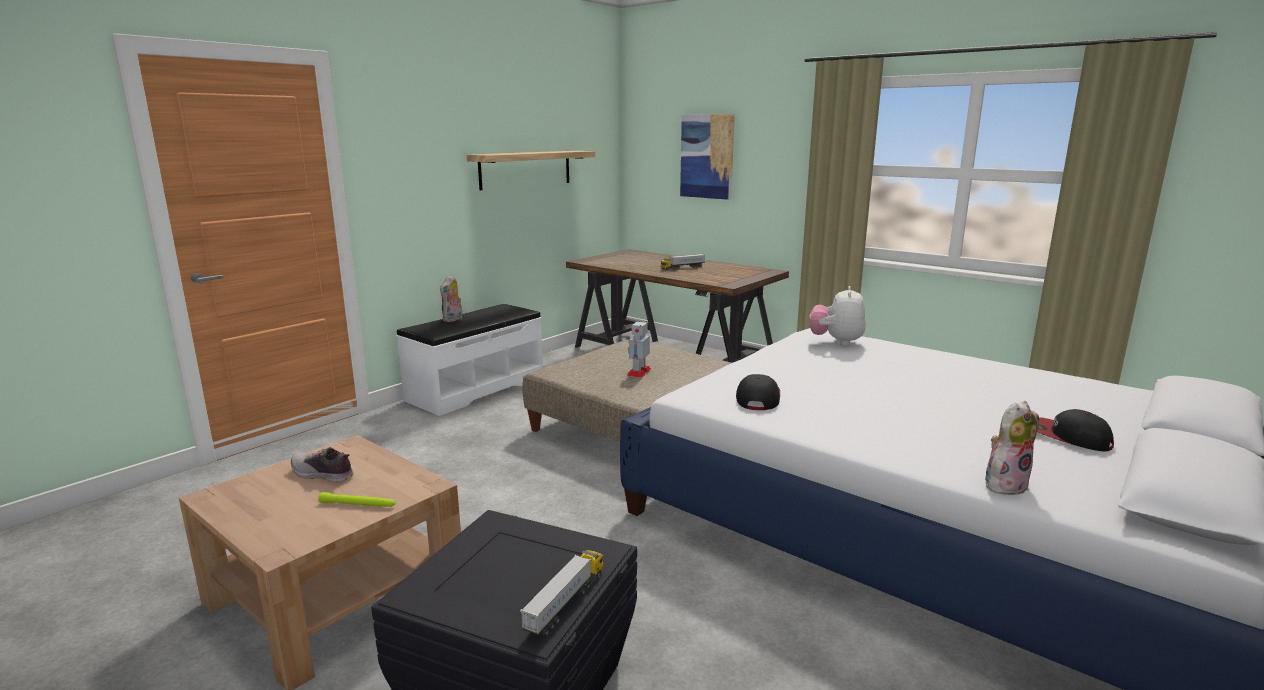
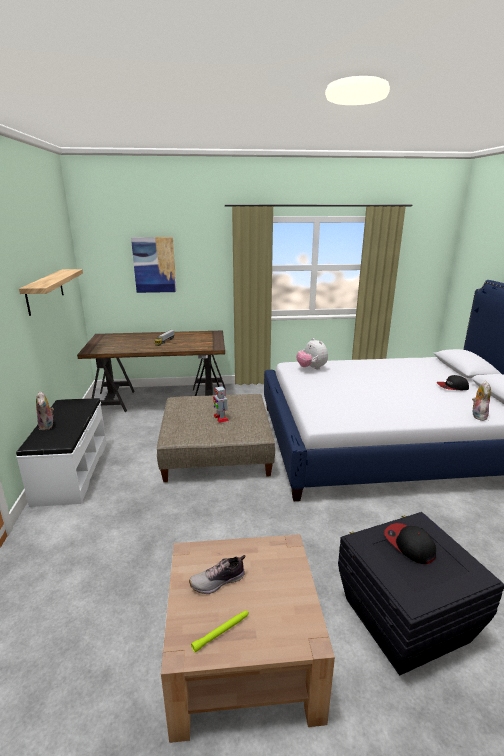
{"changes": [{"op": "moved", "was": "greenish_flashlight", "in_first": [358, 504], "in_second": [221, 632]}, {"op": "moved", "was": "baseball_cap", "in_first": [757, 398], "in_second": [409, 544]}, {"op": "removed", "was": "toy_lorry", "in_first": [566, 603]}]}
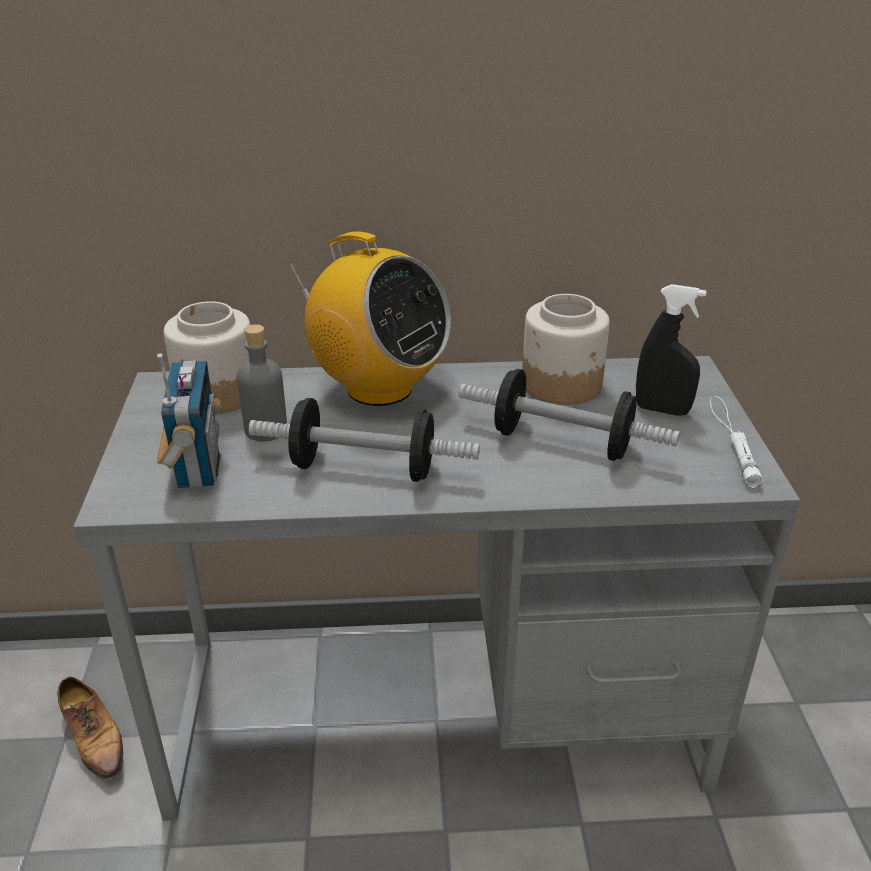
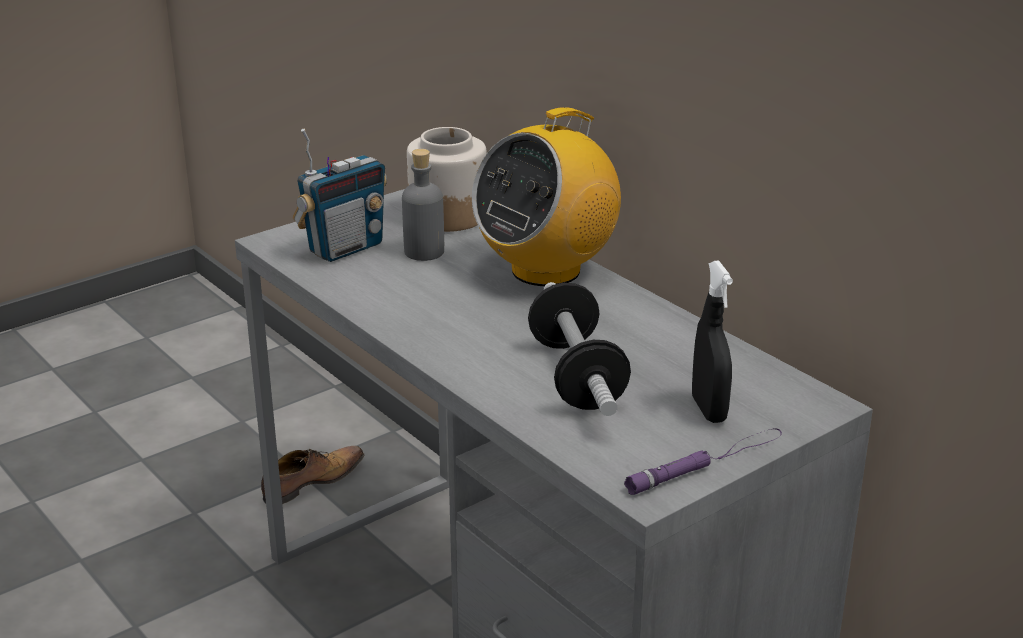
{"changes": [{"op": "turned", "was": "item_of_footwear", "in_first": [94, 737], "in_second": [311, 483], "clockwise": -150}, {"op": "turned", "was": "radio", "in_first": [378, 388], "in_second": [546, 270], "clockwise": 45}, {"op": "recoloured", "was": "white-coloured_flashlight", "now": "purple_flashlight", "in_first": [732, 439], "in_second": [707, 462]}, {"op": "removed", "was": "hand_weight", "in_first": [364, 468]}, {"op": "removed", "was": "jar", "in_first": [562, 384]}]}
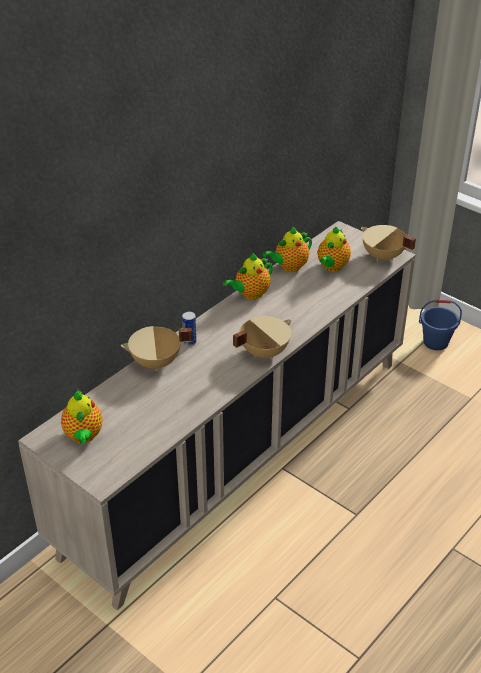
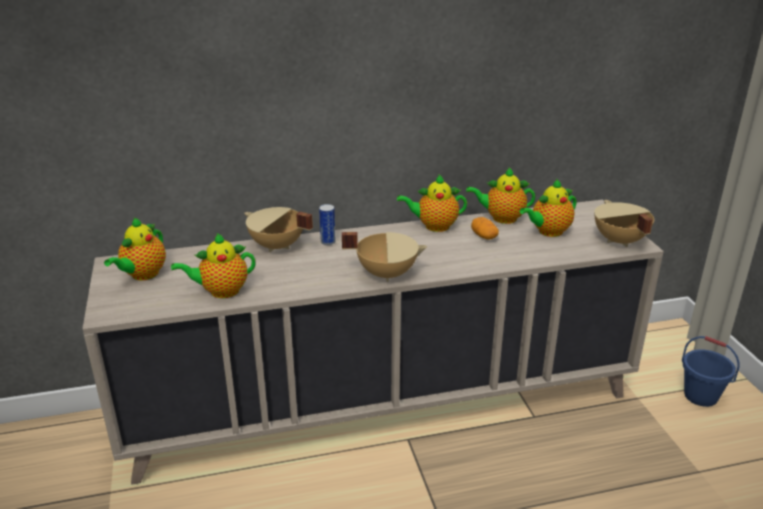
{"changes": [{"op": "added", "now": "teapot", "in_second": [221, 291]}, {"op": "added", "now": "spud", "in_second": [484, 236]}]}
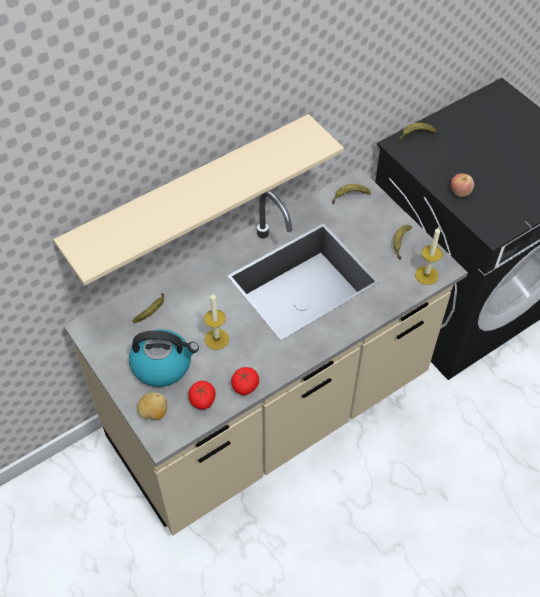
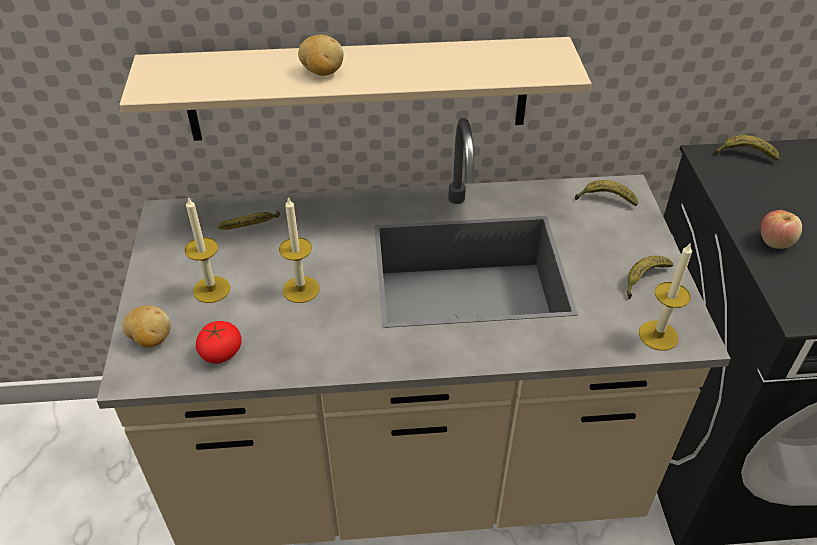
{"changes": [{"op": "replaced", "was": "tea_kettle", "now": "wax_light", "in_first": [163, 364], "in_second": [211, 289]}, {"op": "added", "now": "spud", "in_second": [322, 72]}, {"op": "removed", "was": "fresh_tomato", "in_first": [245, 386]}]}
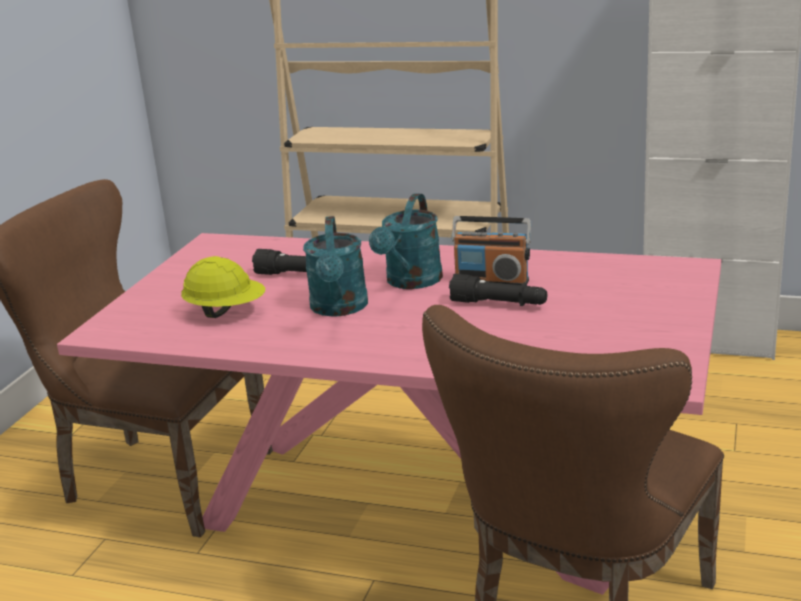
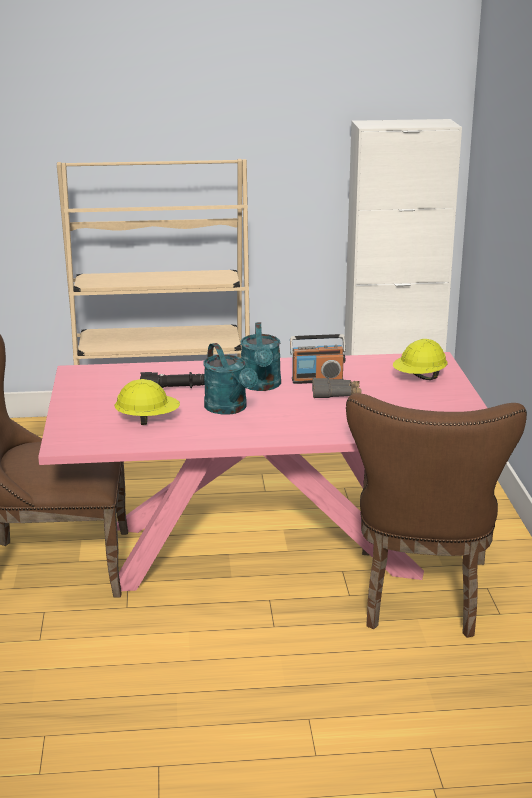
{"changes": [{"op": "replaced", "was": "black-coloured_flashlight", "now": "gray_field_glasses", "in_first": [499, 304], "in_second": [336, 394]}, {"op": "added", "now": "yellow_work_helmet", "in_second": [419, 378]}]}
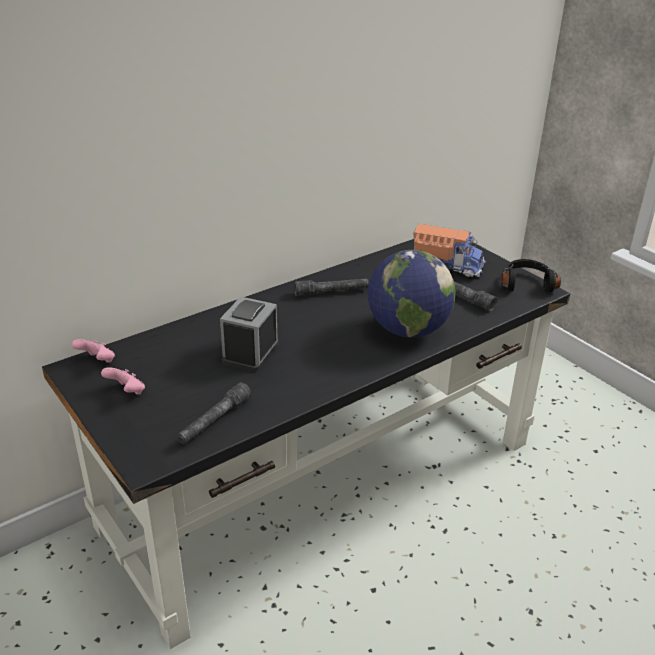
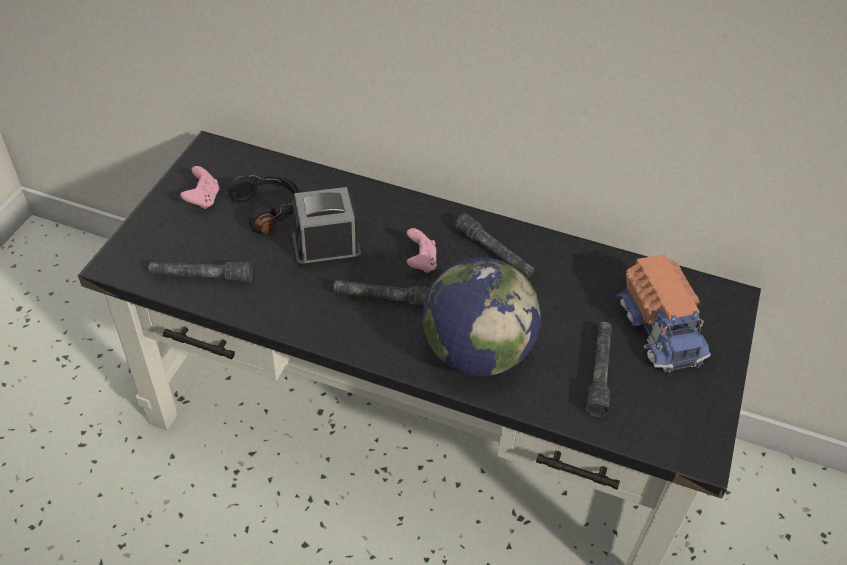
{"changes": [{"op": "moved", "was": "black-coloured_headphones", "in_first": [526, 283], "in_second": [269, 209]}, {"op": "added", "now": "gray_flashlight", "in_second": [384, 299]}, {"op": "moved", "was": "pink_game_controller", "in_first": [97, 361], "in_second": [421, 262]}]}
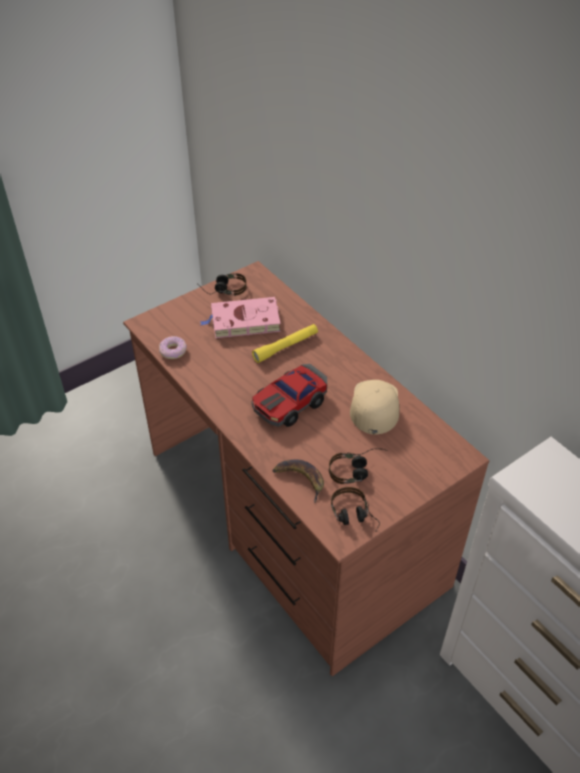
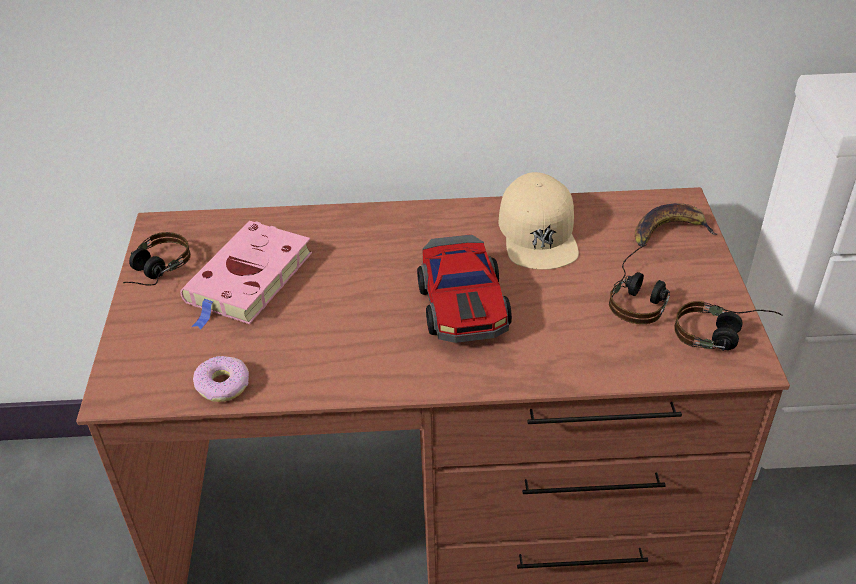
{"changes": [{"op": "turned", "was": "beige-coloured_baseball_cap", "in_first": [374, 406], "in_second": [538, 233], "clockwise": -135}, {"op": "moved", "was": "banana", "in_first": [301, 479], "in_second": [669, 231]}, {"op": "removed", "was": "yellow_flashlight", "in_first": [285, 347]}]}
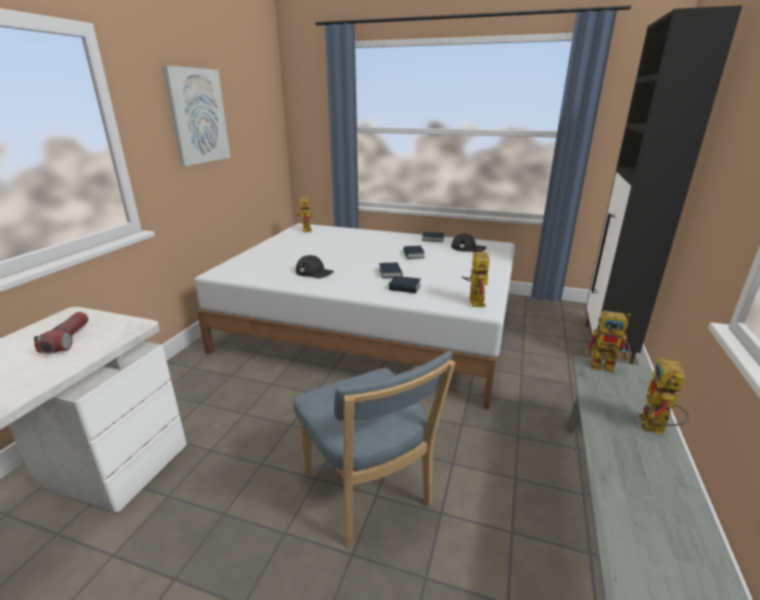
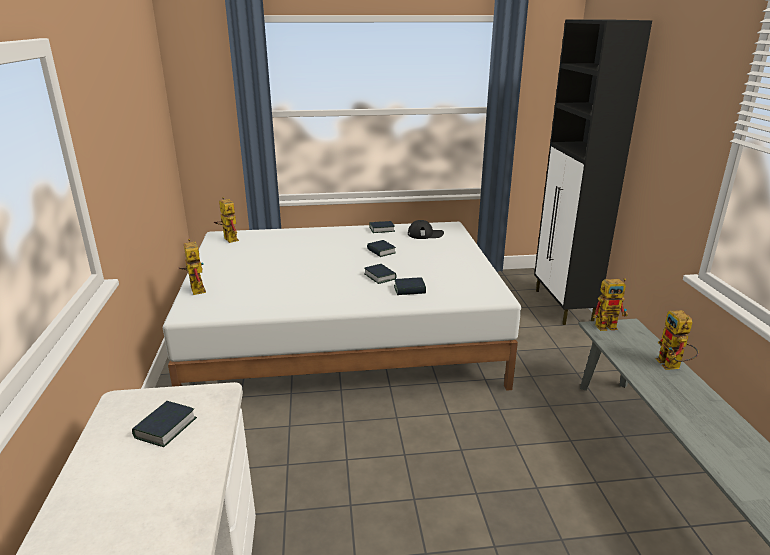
{"changes": [{"op": "replaced", "was": "flashlight", "now": "bound_book", "in_first": [67, 340], "in_second": [165, 428]}, {"op": "moved", "was": "robot_figure", "in_first": [473, 301], "in_second": [195, 288]}, {"op": "removed", "was": "picture", "in_first": [197, 116]}, {"op": "removed", "was": "bluish_plain_chair", "in_first": [369, 492]}, {"op": "removed", "was": "black-coloured_baseball_cap", "in_first": [314, 272]}]}
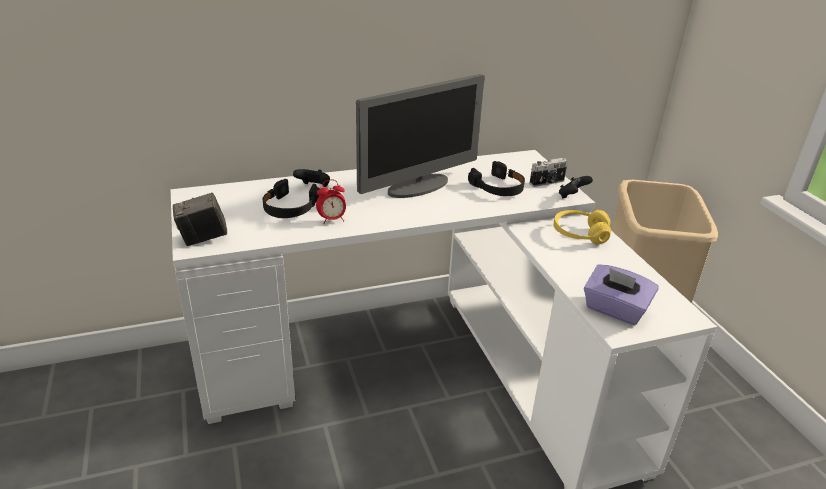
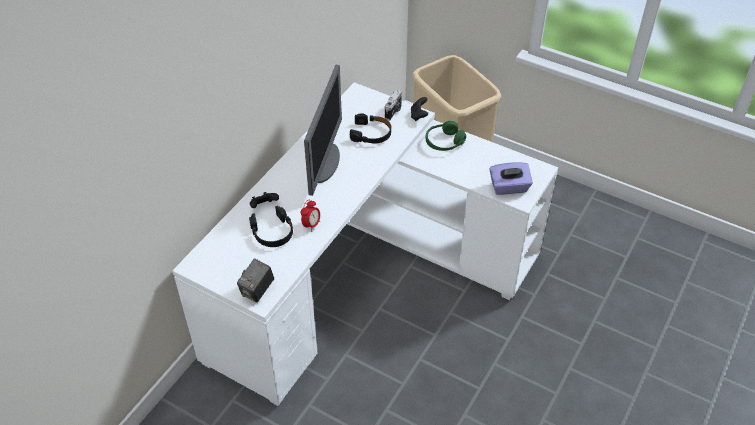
{"changes": [{"op": "recoloured", "was": "yellow_headphones", "now": "greenish_headphones", "in_first": [580, 234], "in_second": [444, 142]}]}
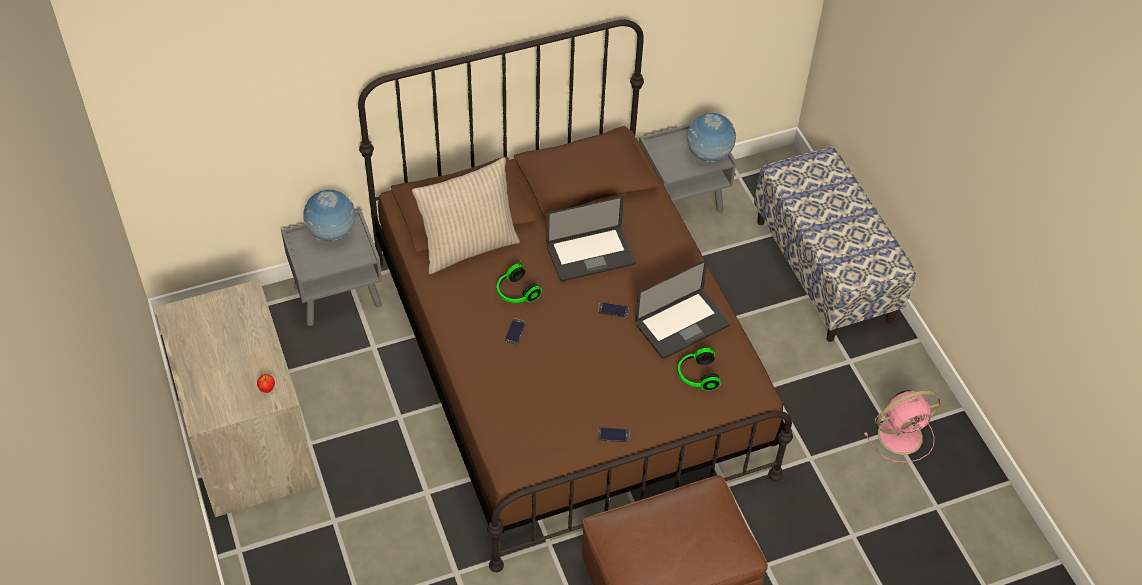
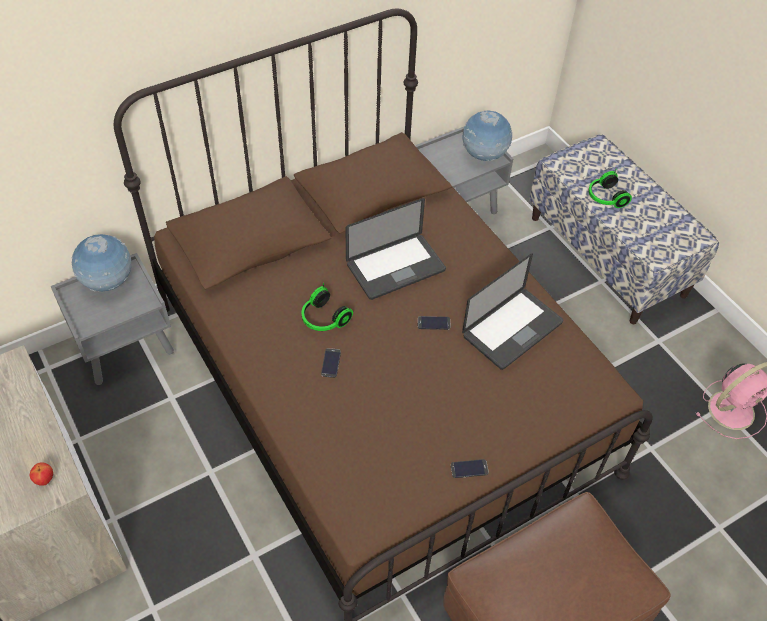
{"changes": [{"op": "moved", "was": "headphones", "in_first": [697, 376], "in_second": [605, 198]}, {"op": "removed", "was": "beige-coloured_pillow", "in_first": [468, 246]}]}
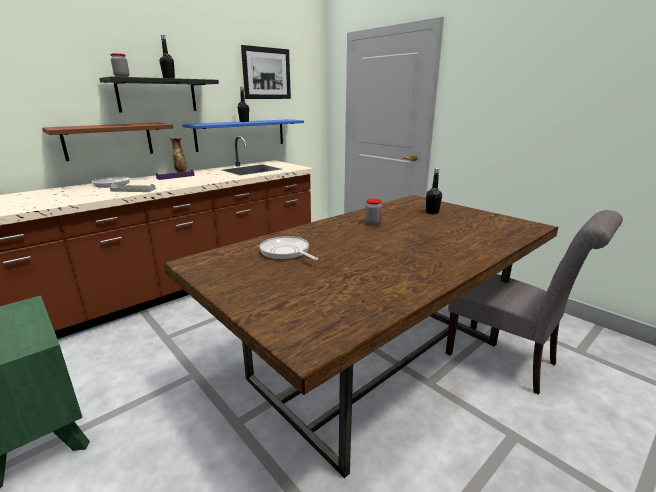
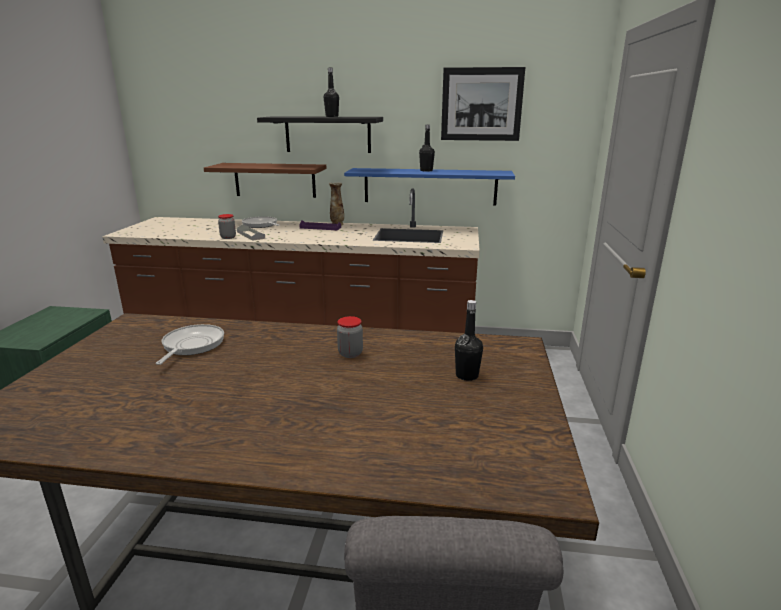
{"changes": [{"op": "moved", "was": "jar", "in_first": [122, 77], "in_second": [228, 237]}]}
